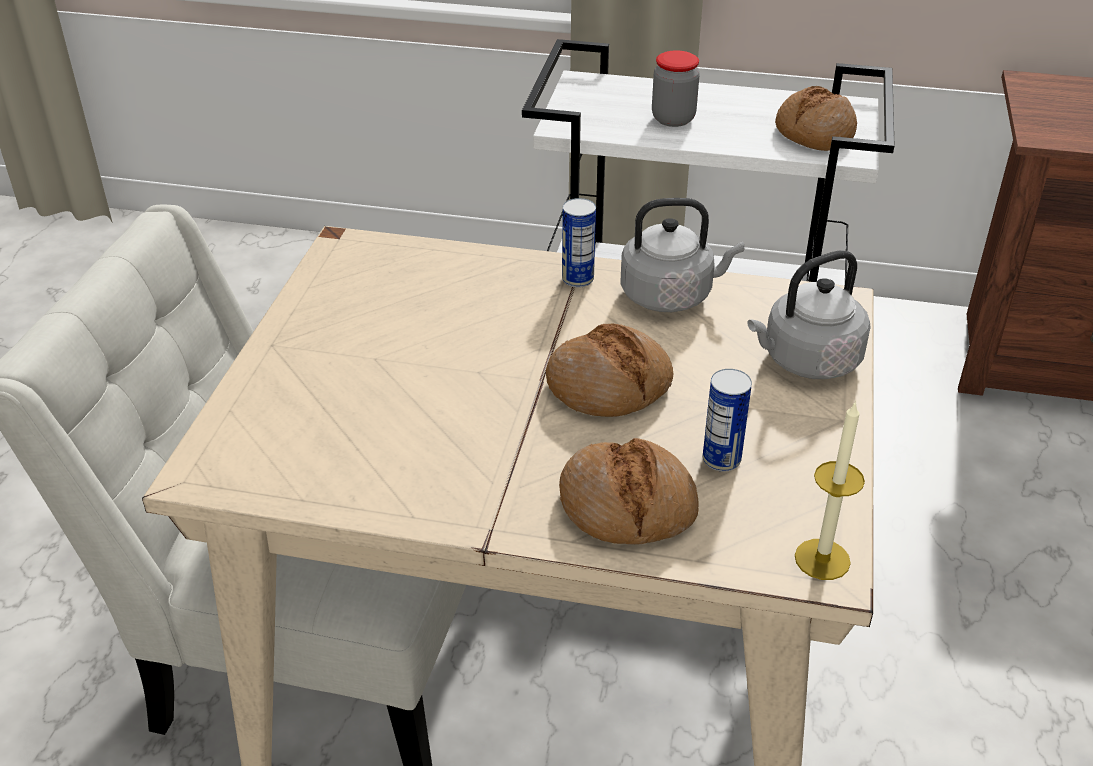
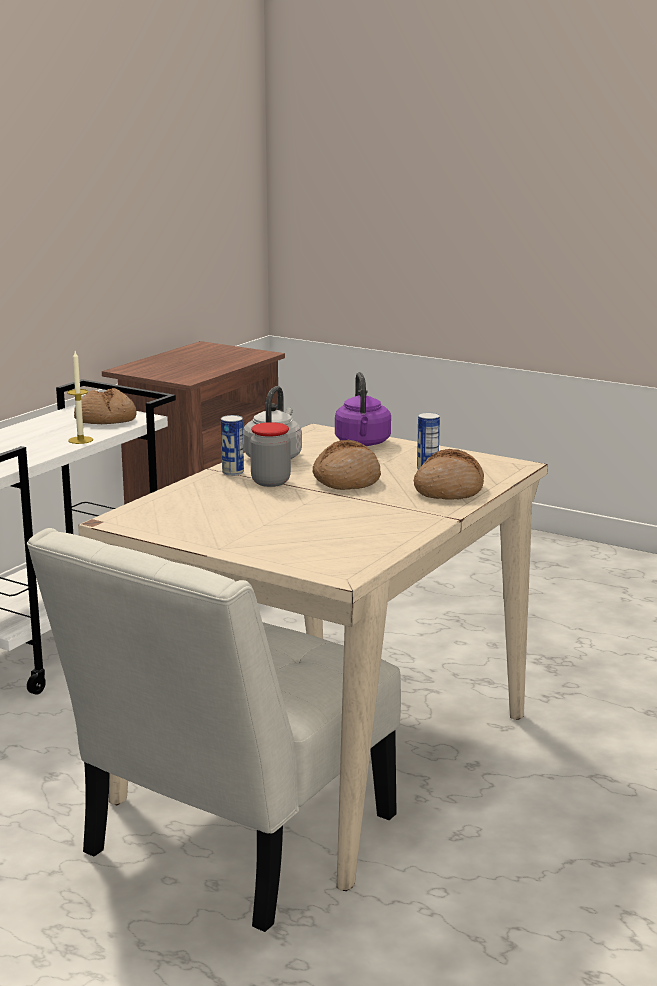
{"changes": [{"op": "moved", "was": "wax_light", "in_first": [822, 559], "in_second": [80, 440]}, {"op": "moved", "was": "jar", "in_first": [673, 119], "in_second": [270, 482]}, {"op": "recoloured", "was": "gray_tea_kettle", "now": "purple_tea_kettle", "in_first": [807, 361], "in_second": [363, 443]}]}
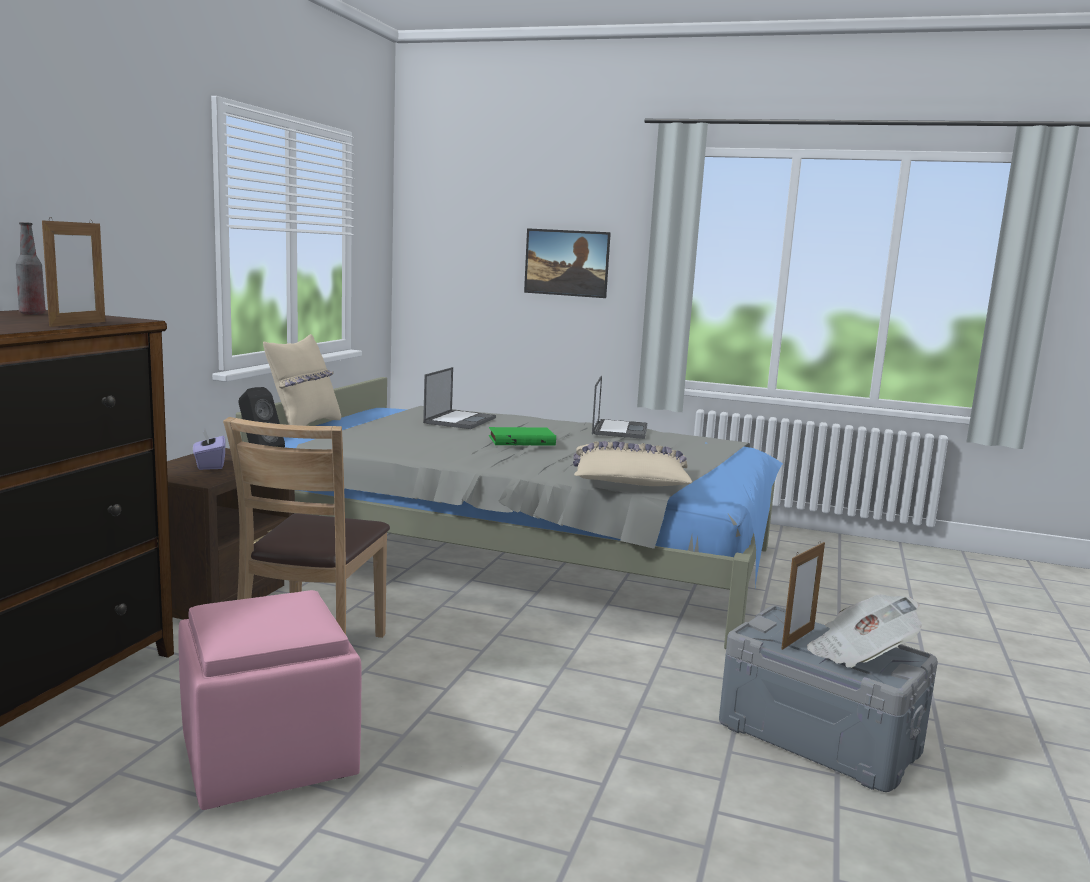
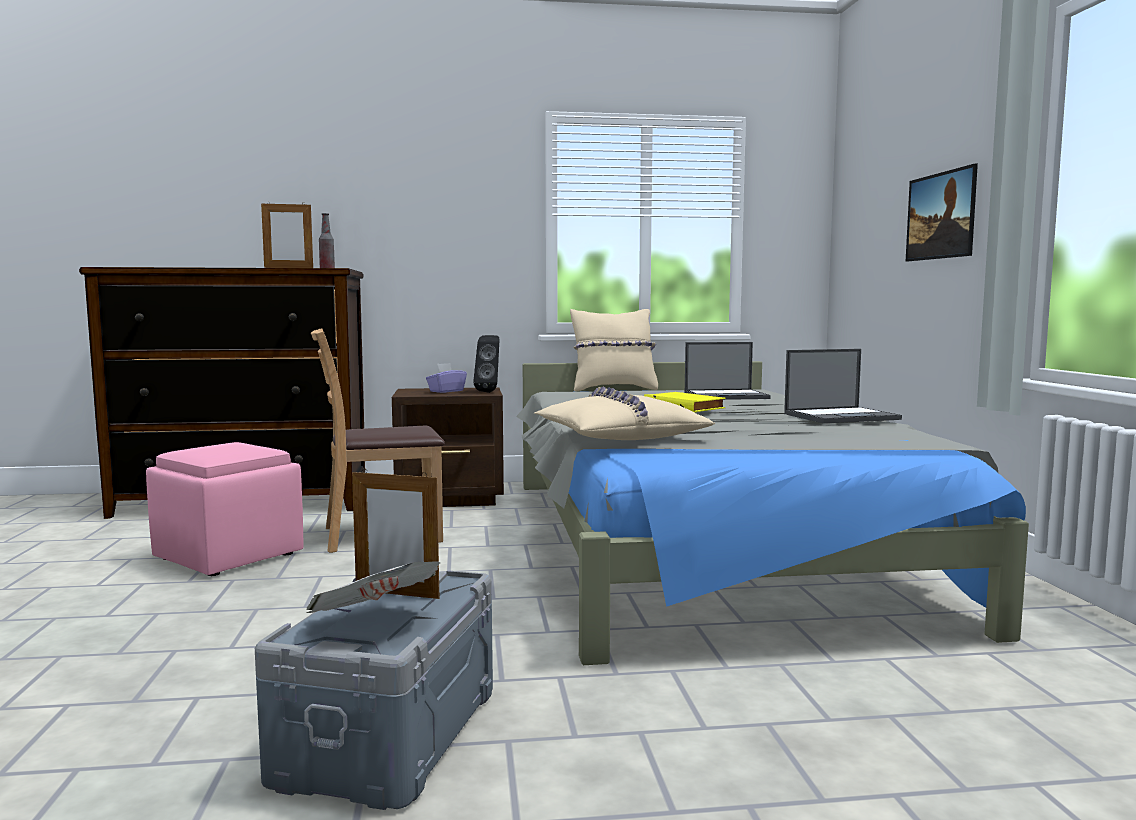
{"changes": [{"op": "recoloured", "was": "greenish_bound_book", "now": "yellow_bound_book", "in_first": [521, 440], "in_second": [685, 407]}]}
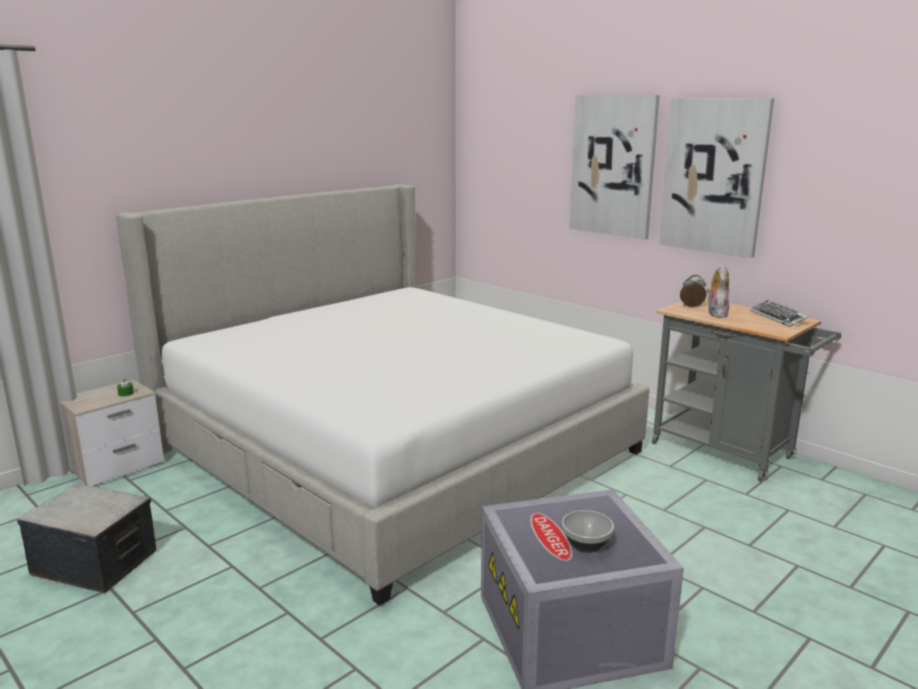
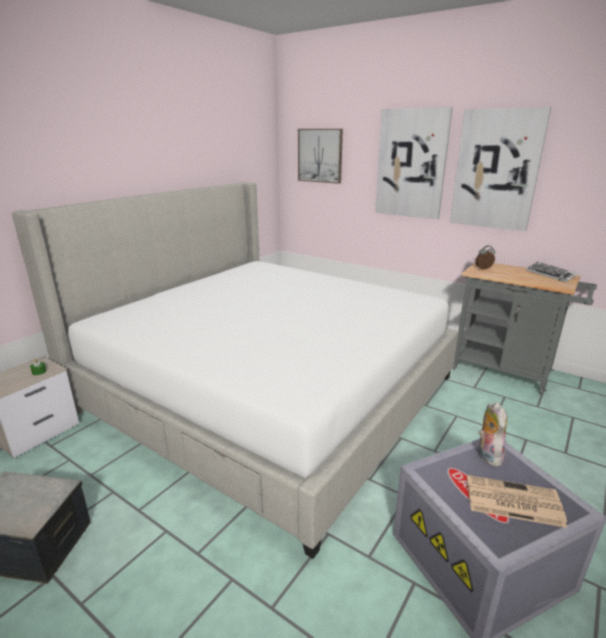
{"changes": [{"op": "added", "now": "picture", "in_second": [320, 155]}, {"op": "replaced", "was": "serving_bowl", "now": "newspaper", "in_first": [585, 545], "in_second": [512, 501]}, {"op": "moved", "was": "cuddly_toy", "in_first": [715, 314], "in_second": [487, 455]}]}
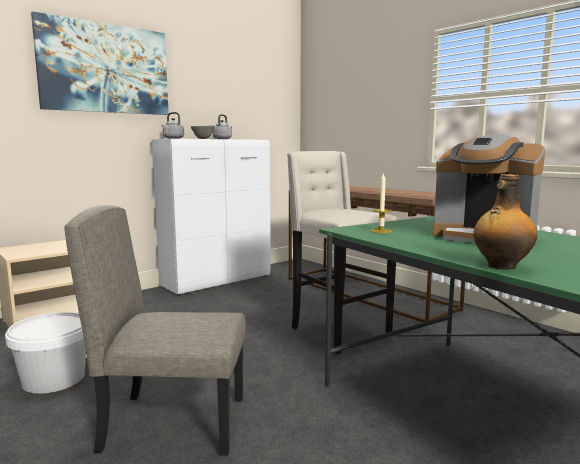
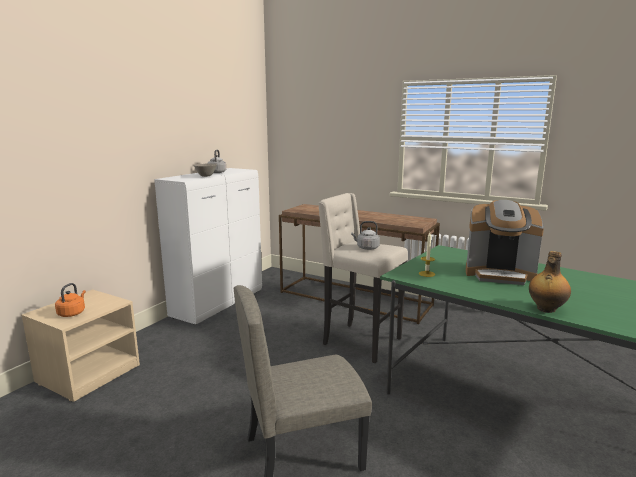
{"changes": [{"op": "added", "now": "orange-coloured_tea_kettle", "in_second": [72, 313]}, {"op": "moved", "was": "gray_tea_kettle", "in_first": [172, 138], "in_second": [366, 248]}, {"op": "removed", "was": "white-coloured_pail", "in_first": [54, 379]}, {"op": "removed", "was": "picture", "in_first": [105, 69]}]}
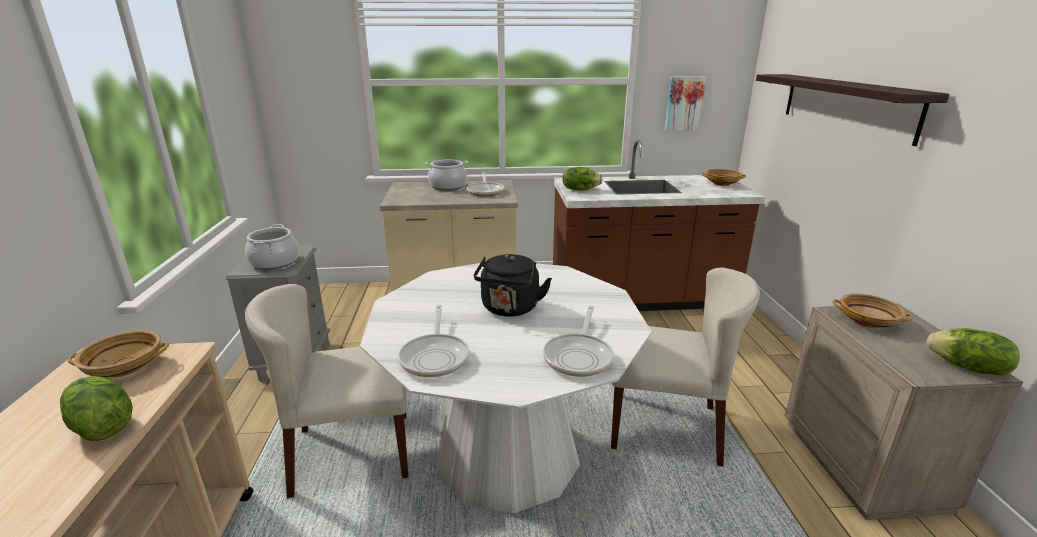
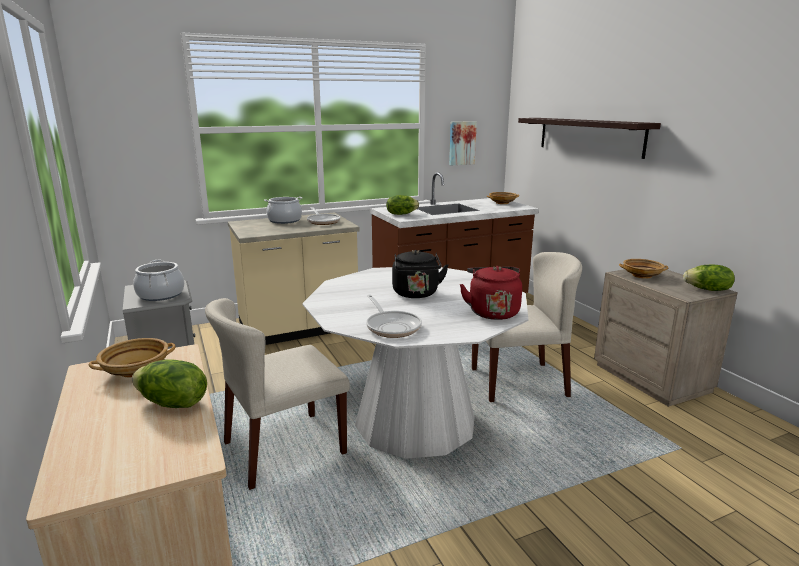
{"changes": [{"op": "replaced", "was": "frying_pan", "now": "red_tea_kettle", "in_first": [579, 356], "in_second": [492, 312]}]}
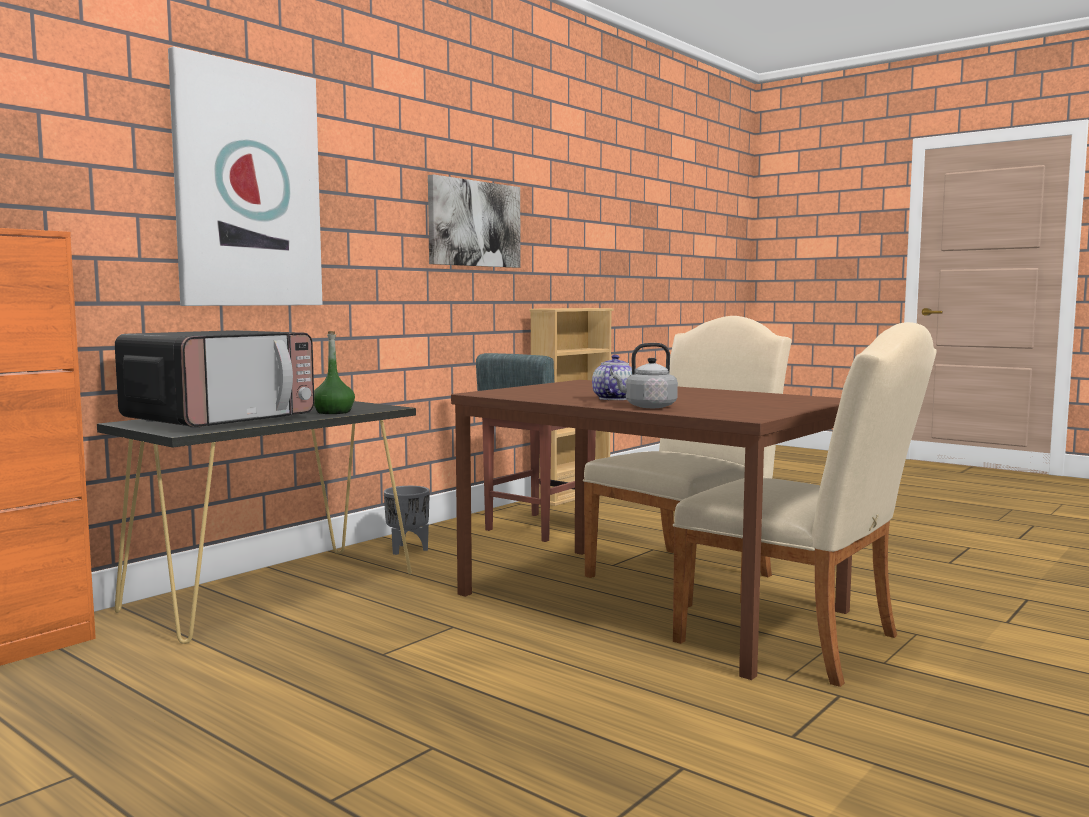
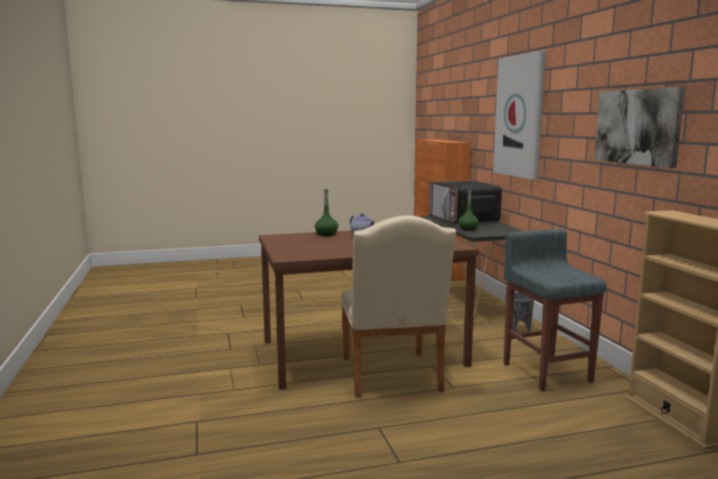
{"changes": [{"op": "replaced", "was": "gray_tea_kettle", "now": "greenish_beverage_bottle", "in_first": [647, 407], "in_second": [326, 234]}, {"op": "removed", "was": "beige-coloured_plain_chair", "in_first": [801, 642]}]}
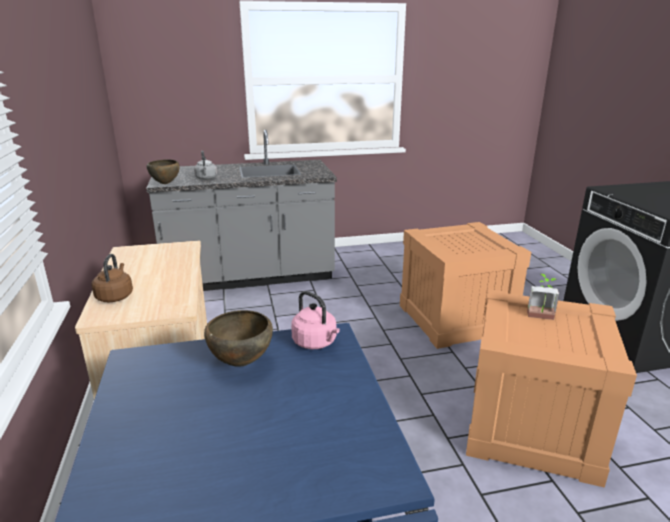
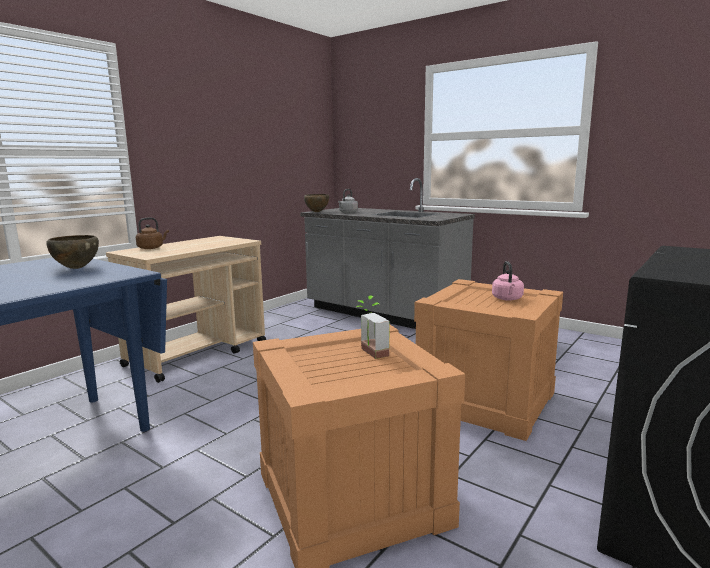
{"changes": [{"op": "moved", "was": "pink_tea_kettle", "in_first": [316, 343], "in_second": [507, 299]}]}
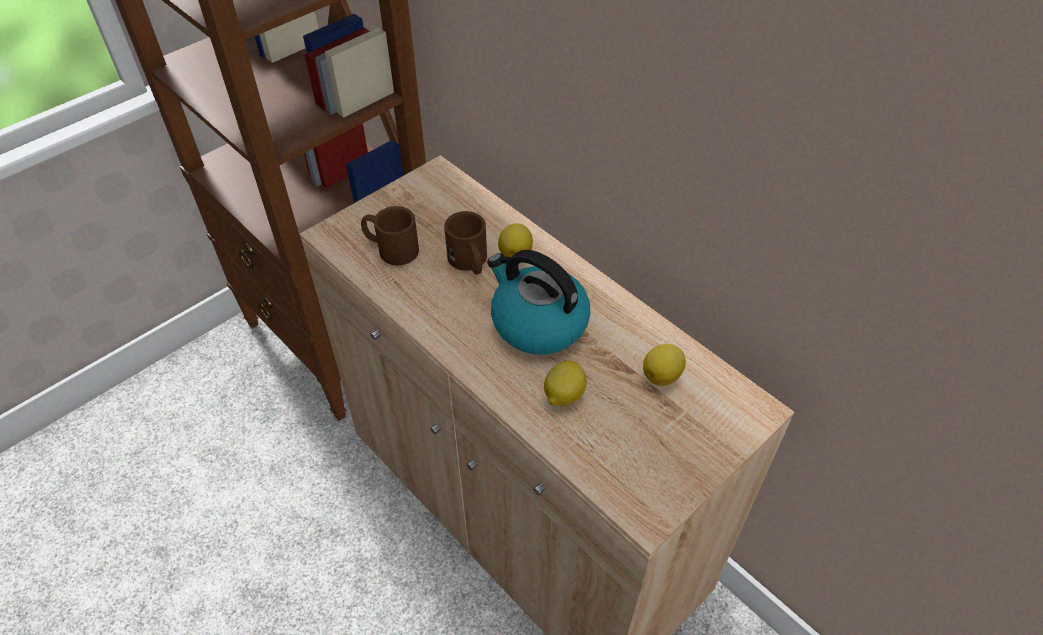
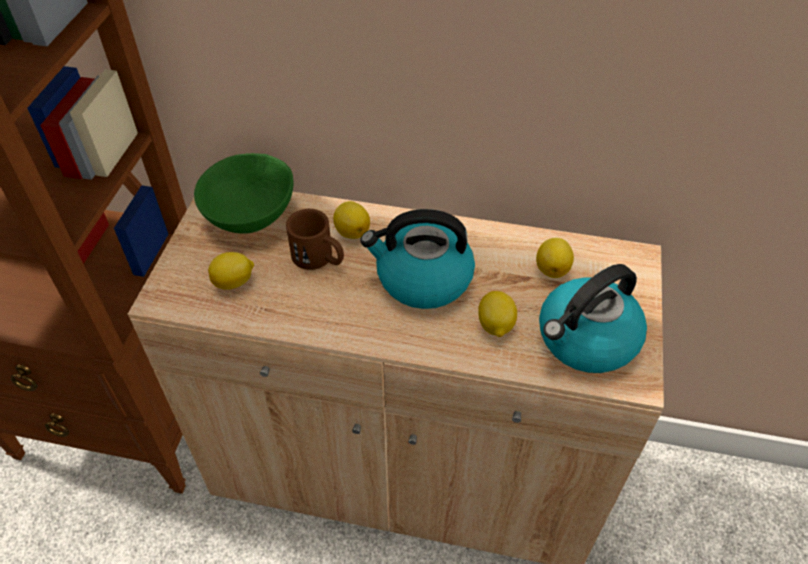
{"changes": [{"op": "added", "now": "greenish_serving_bowl", "in_second": [250, 214]}, {"op": "replaced", "was": "brownish_mug", "now": "lemon", "in_first": [391, 248], "in_second": [234, 282]}, {"op": "added", "now": "tea_kettle", "in_second": [586, 340]}]}
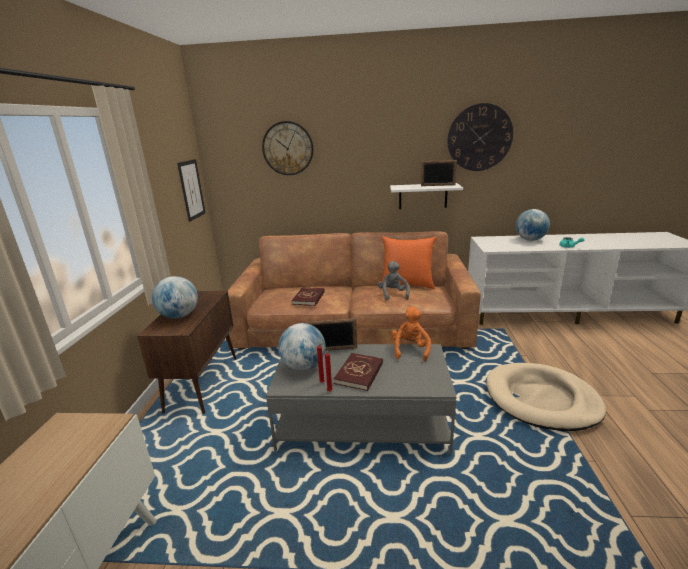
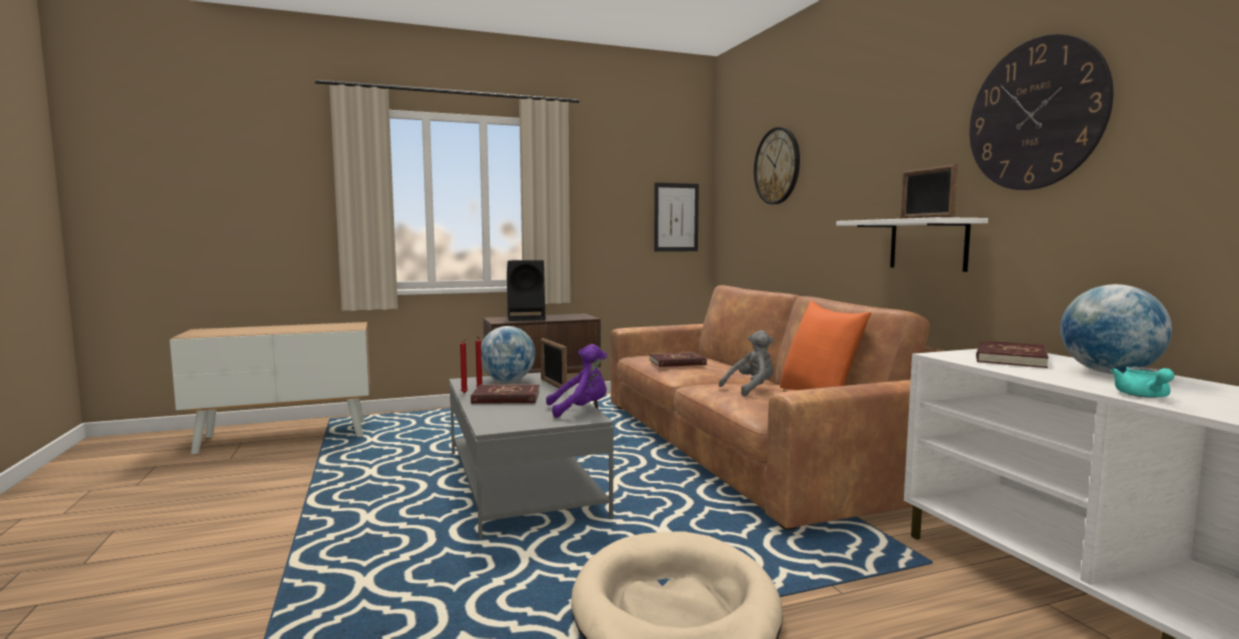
{"changes": [{"op": "replaced", "was": "world_globe", "now": "black-coloured_audio_speaker", "in_first": [179, 316], "in_second": [527, 318]}, {"op": "recoloured", "was": "orange-coloured_cuddly_toy", "now": "purple_cuddly_toy", "in_first": [410, 349], "in_second": [580, 410]}, {"op": "added", "now": "red_bound_book", "in_second": [1010, 358]}]}
